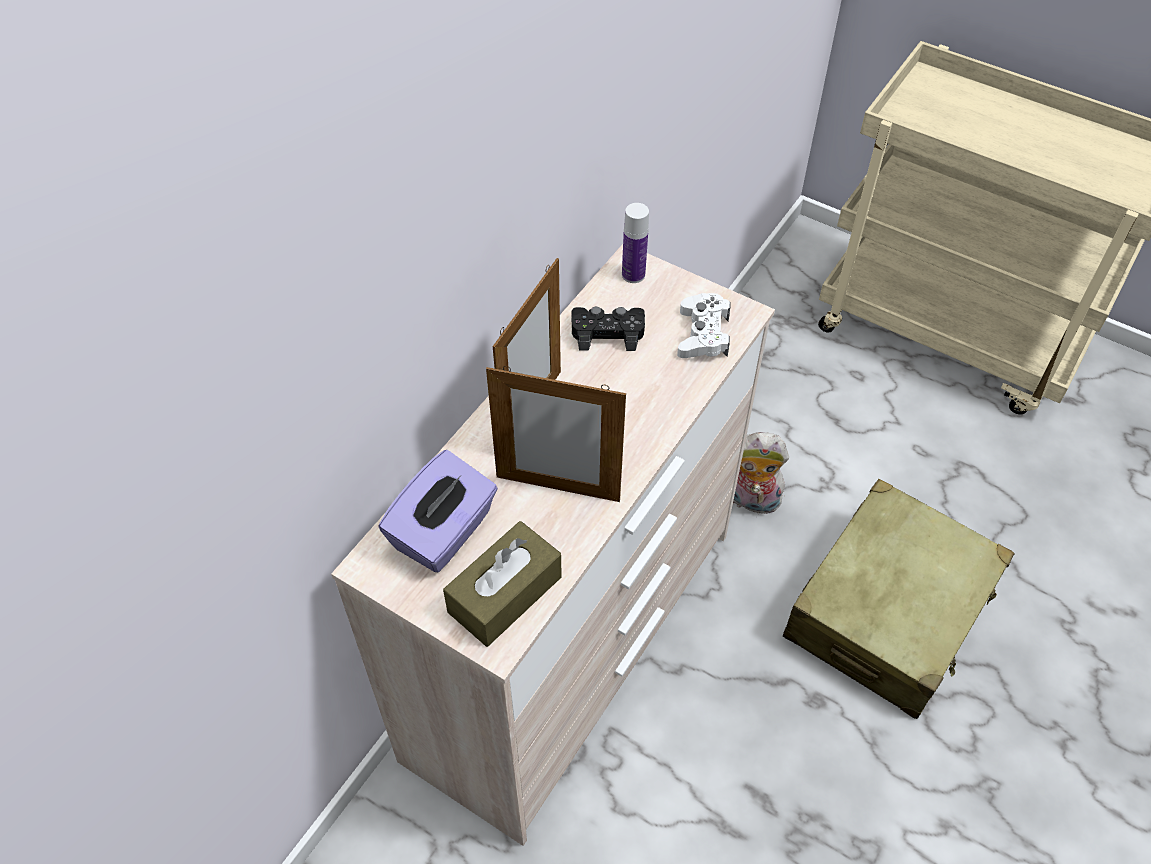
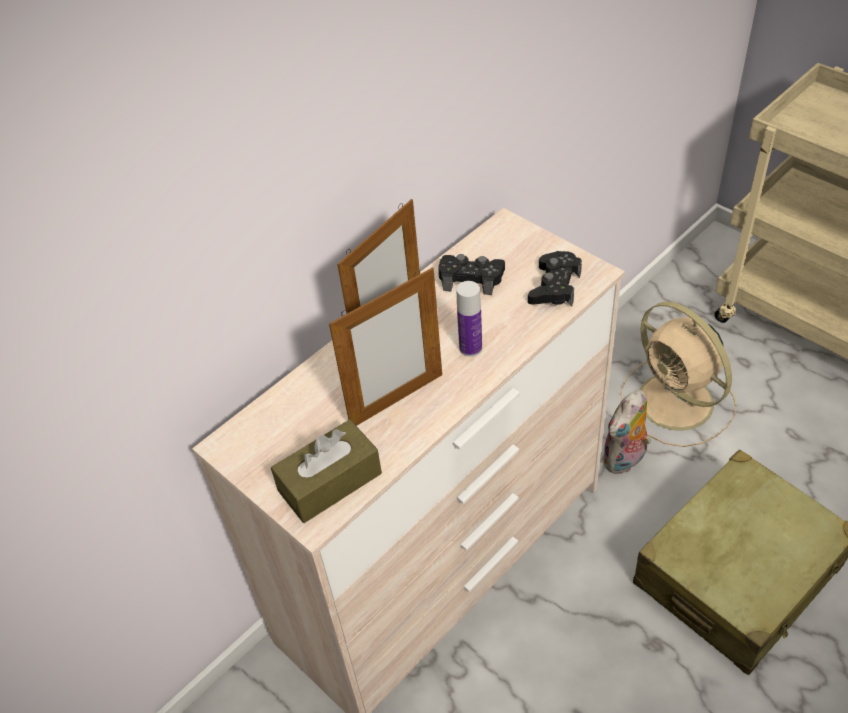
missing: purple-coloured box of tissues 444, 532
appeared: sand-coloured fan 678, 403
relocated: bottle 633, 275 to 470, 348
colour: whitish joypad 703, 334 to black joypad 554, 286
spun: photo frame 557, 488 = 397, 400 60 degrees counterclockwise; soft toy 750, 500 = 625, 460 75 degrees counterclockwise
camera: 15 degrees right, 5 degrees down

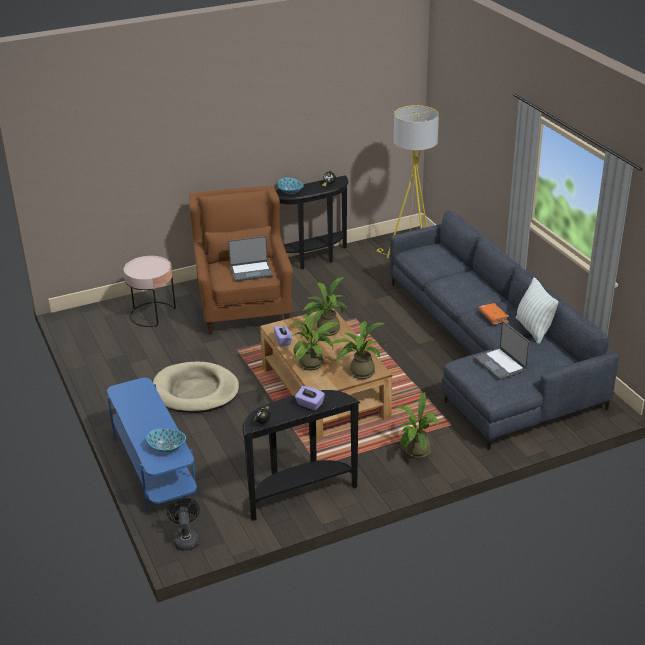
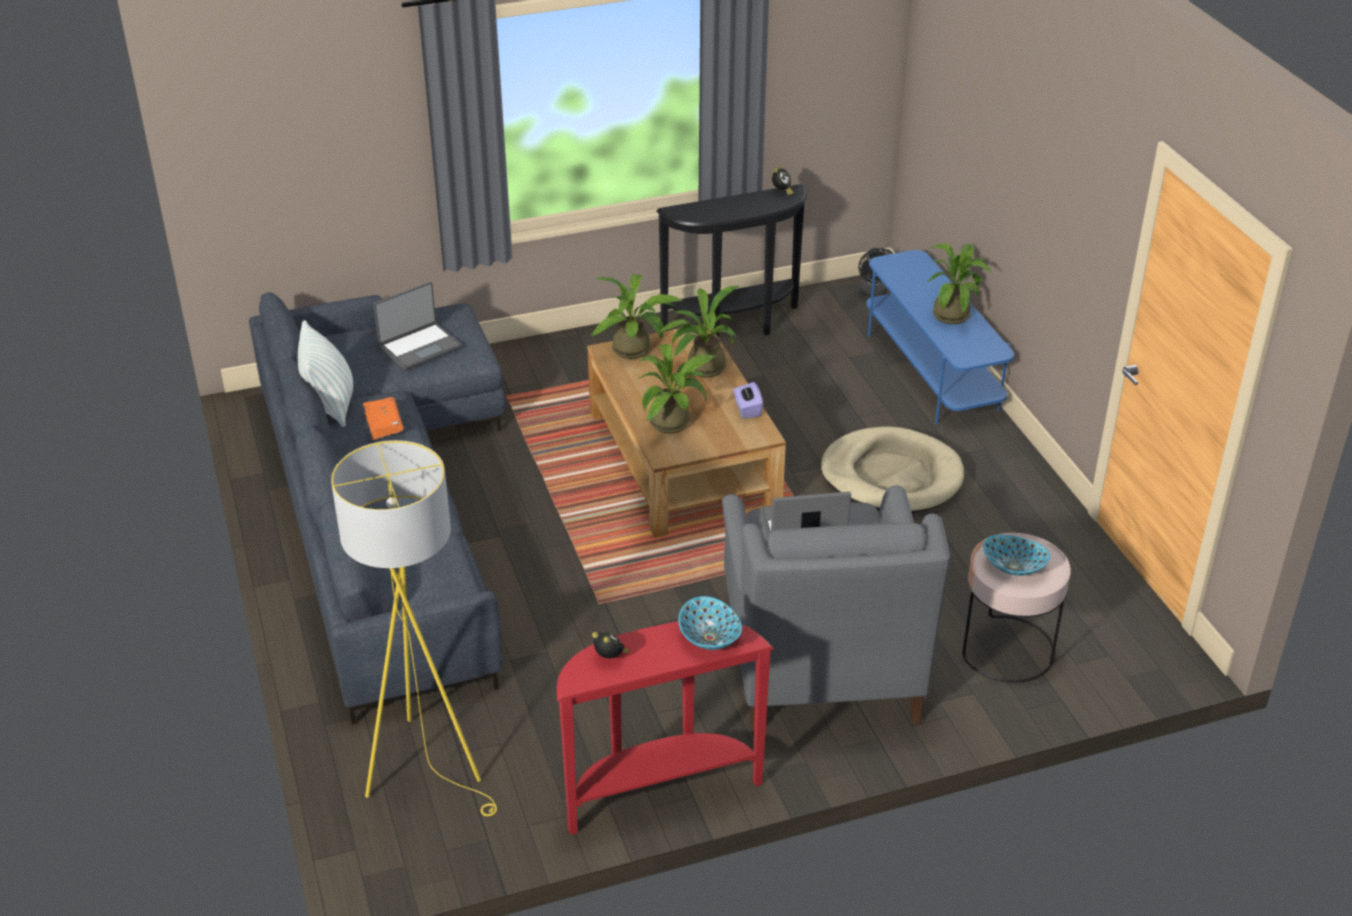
missing: purple-coloured box of tissues 309, 404
relocated: houseplant 416, 453 to 953, 313; bowl 167, 447 to 1014, 567
colour: black console table 313, 260 to red console table 658, 790; brownish lounge chair 243, 305 to gray lounge chair 821, 656
spun: notebook computer 501, 364 = 419, 347 75 degrees clockwise
camera: 175 degrees left, 5 degrees up

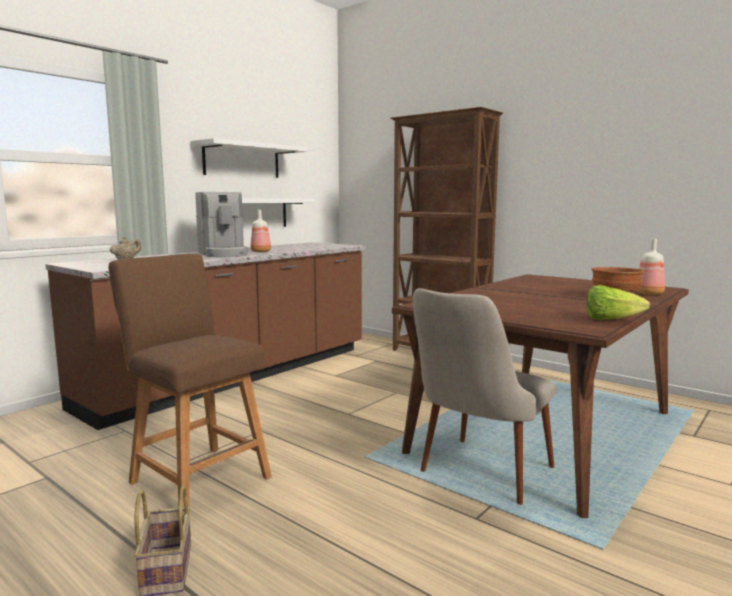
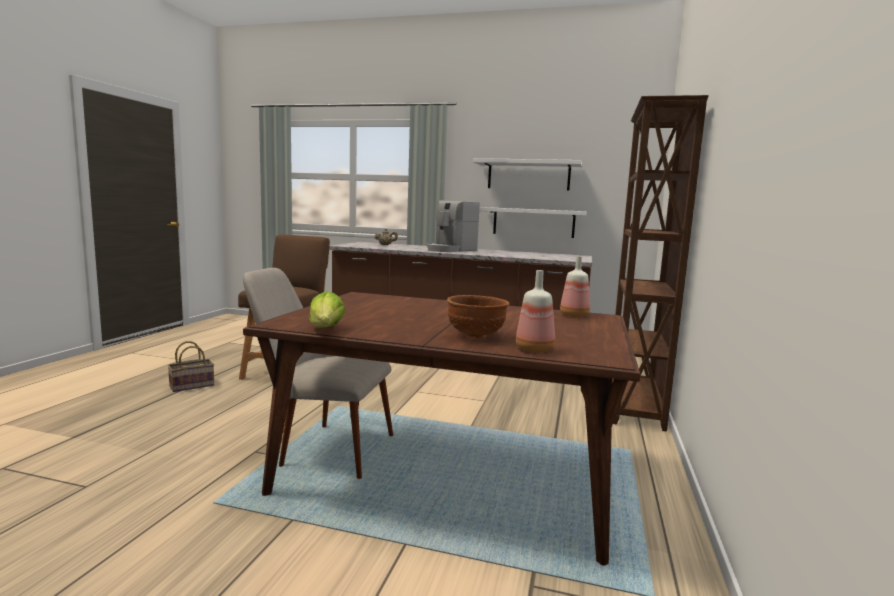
relocated: bottle 261, 251 to 575, 315
camera: 65 degrees right, 0 degrees up

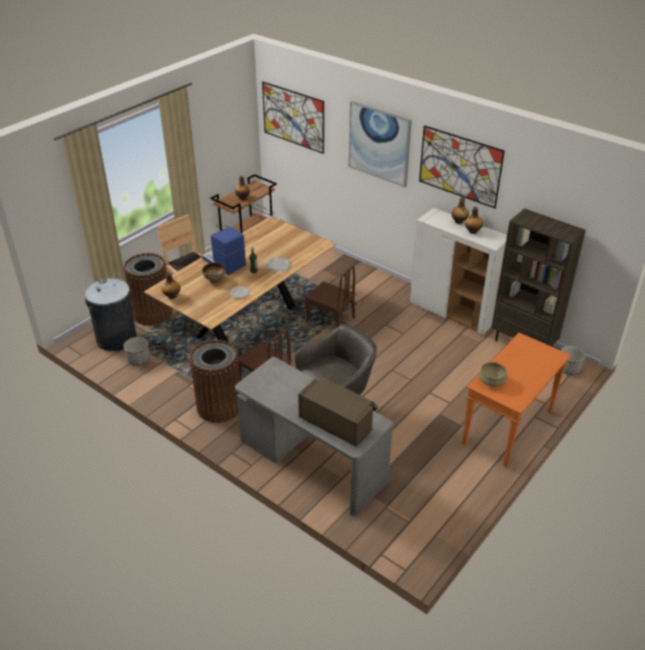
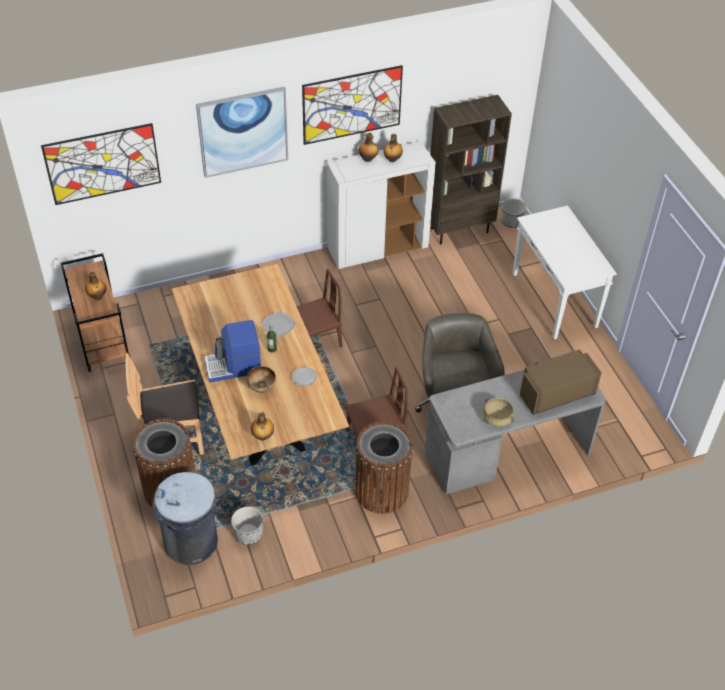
relocated: sand-coloured stockpot 492, 381 to 497, 418
colour: orange console table 507, 428 to whitish console table 555, 301
camera: 60 degrees left, 10 degrees up

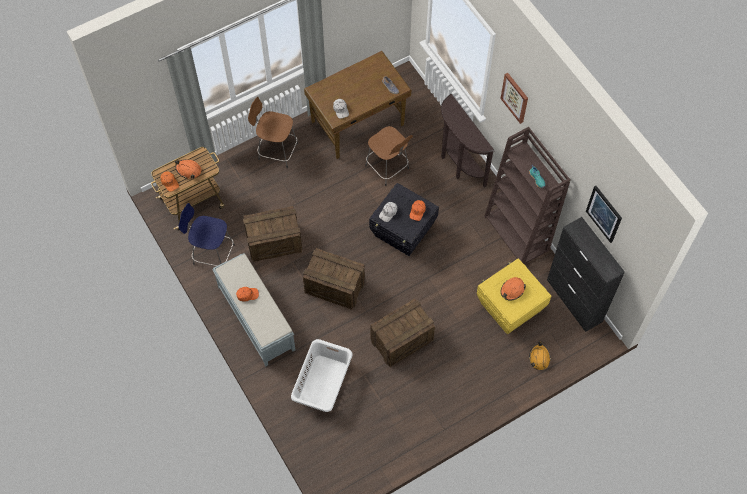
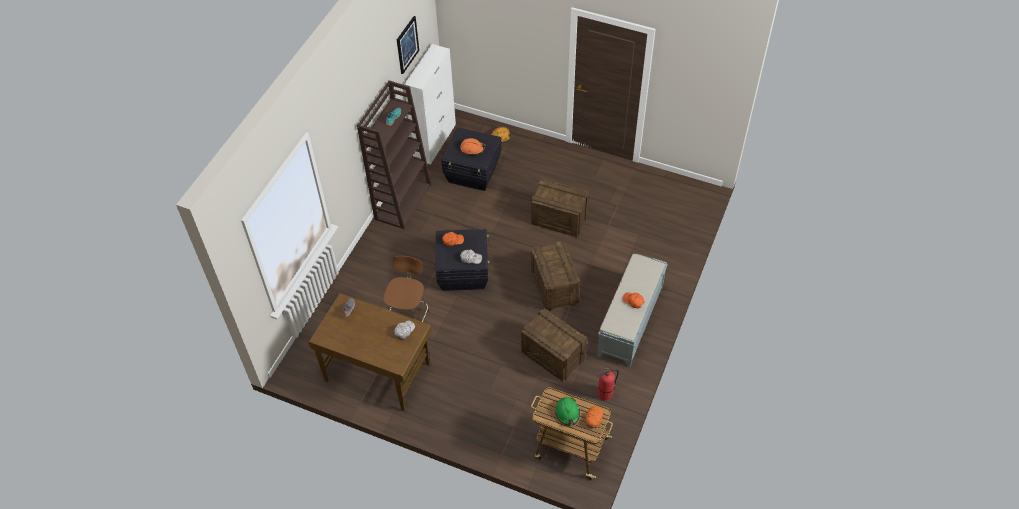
missing: brownish sitting stool 276, 151; whitish laundry basket 322, 383; brownish console table 458, 164; wall picture 515, 97
exchanged: bluish sitting stool 212, 254 to fire-fighting cylinder 605, 394
colour: black cabinet 574, 301 to whitish cabinet 435, 141; yellow-coloured storage box 509, 307 to black storage box 473, 173; orange hard hat 188, 170 to green hard hat 567, 413
camera: 125 degrees left, 10 degrees down

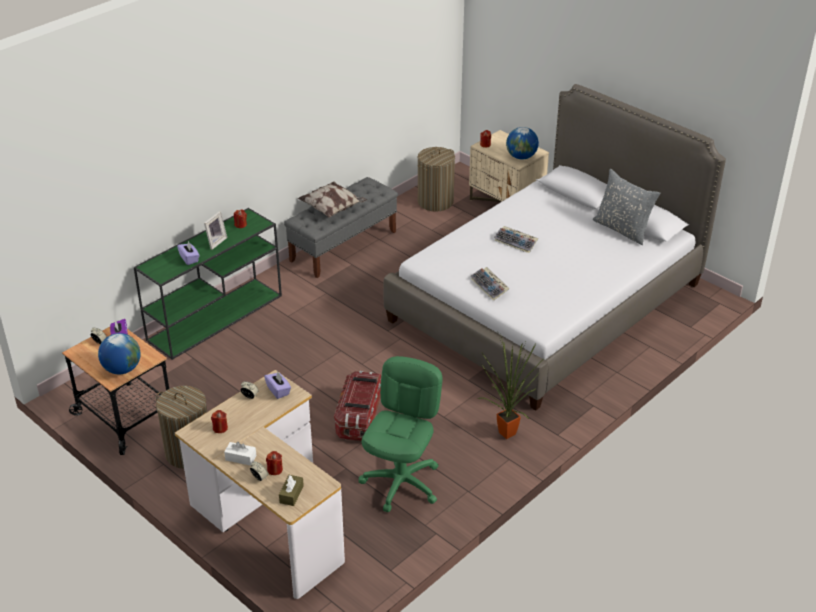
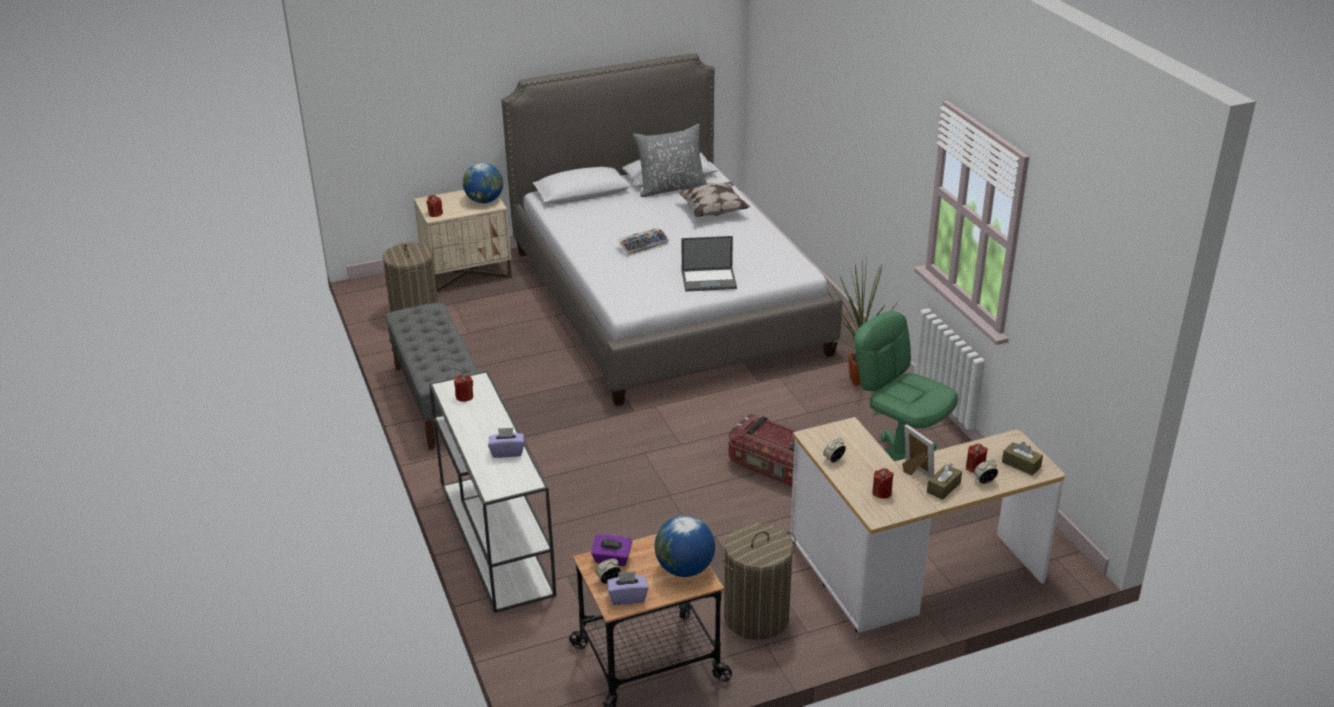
relocated: purple-coloured box of tissues 278, 391 to 627, 597; pillow 333, 209 to 713, 211; photo frame 215, 242 to 914, 472
exchanged: keyboard 490, 287 to notebook computer 709, 279
colour: green console table 216, 317 to whitish console table 495, 537; whitish box of tissues 240, 458 to brownish box of tissues 943, 487
camera: 65 degrees left, 5 degrees down

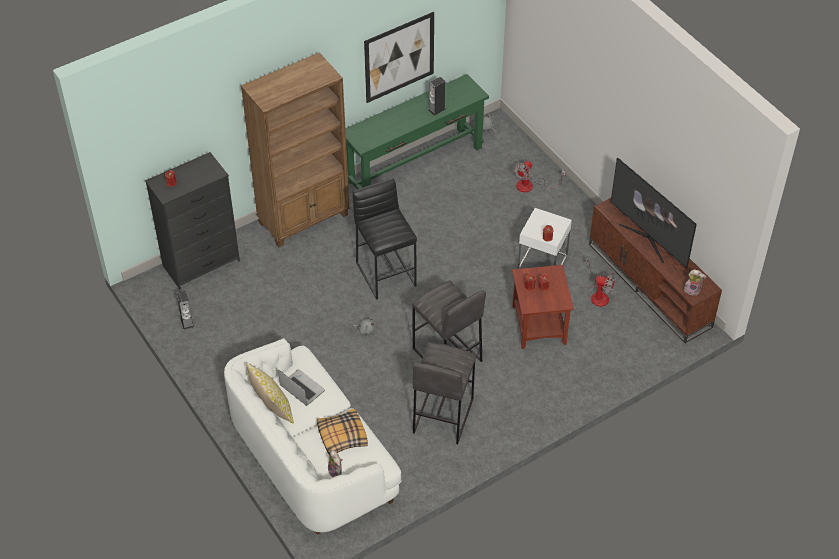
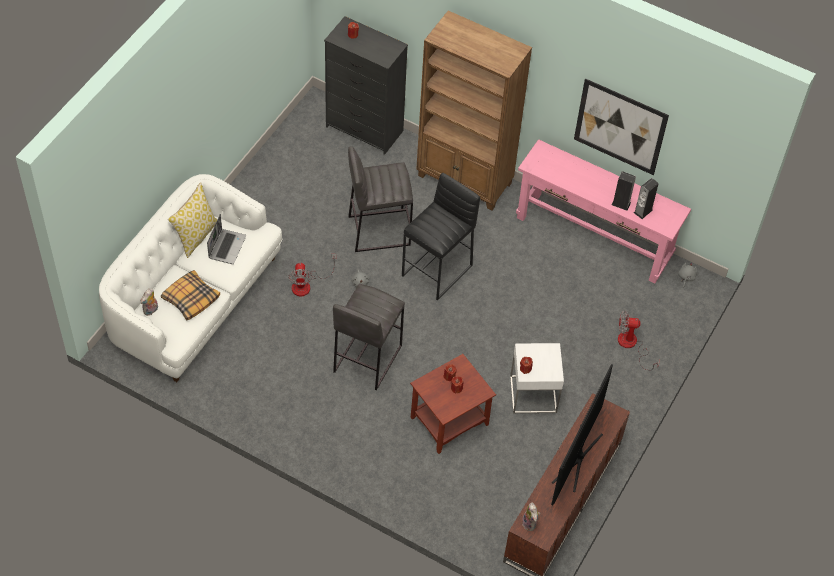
relocated: fan 597, 294 to 306, 284; gray sitting stool 442, 416 to 378, 230; audio speaker 187, 322 to 643, 211
colour: green console table 415, 164 to pinkish console table 593, 237
camera: 60 degrees right, 5 degrees up

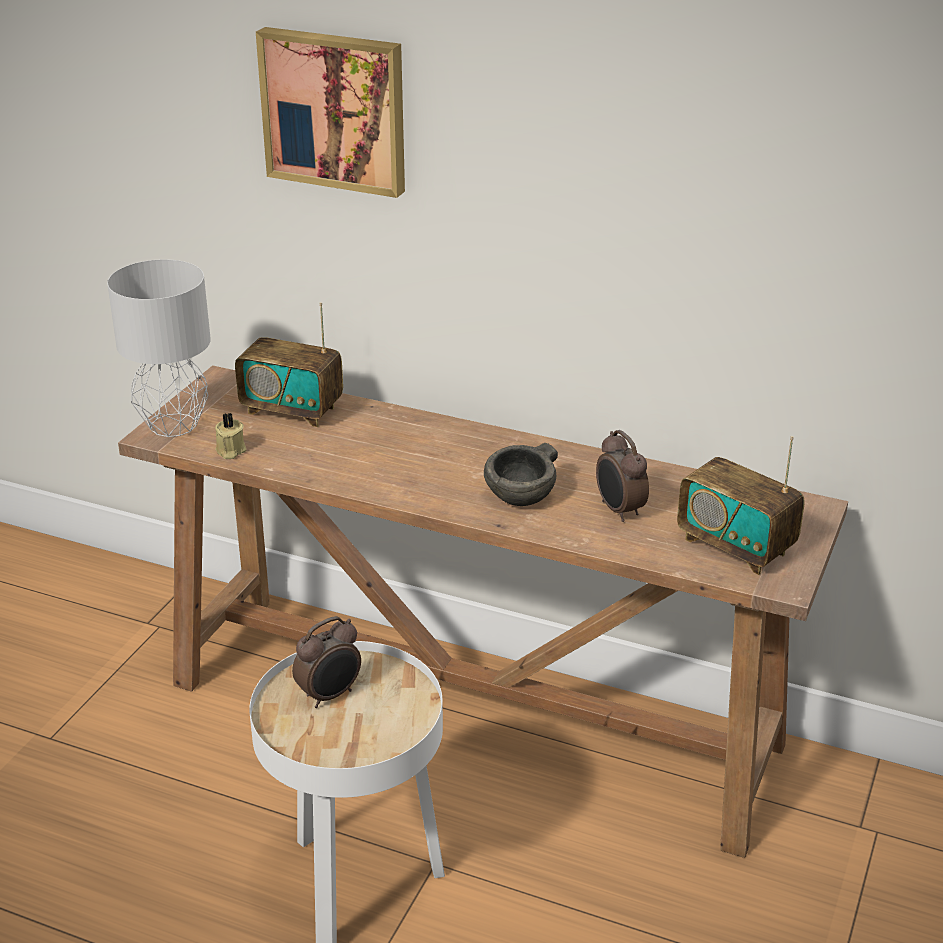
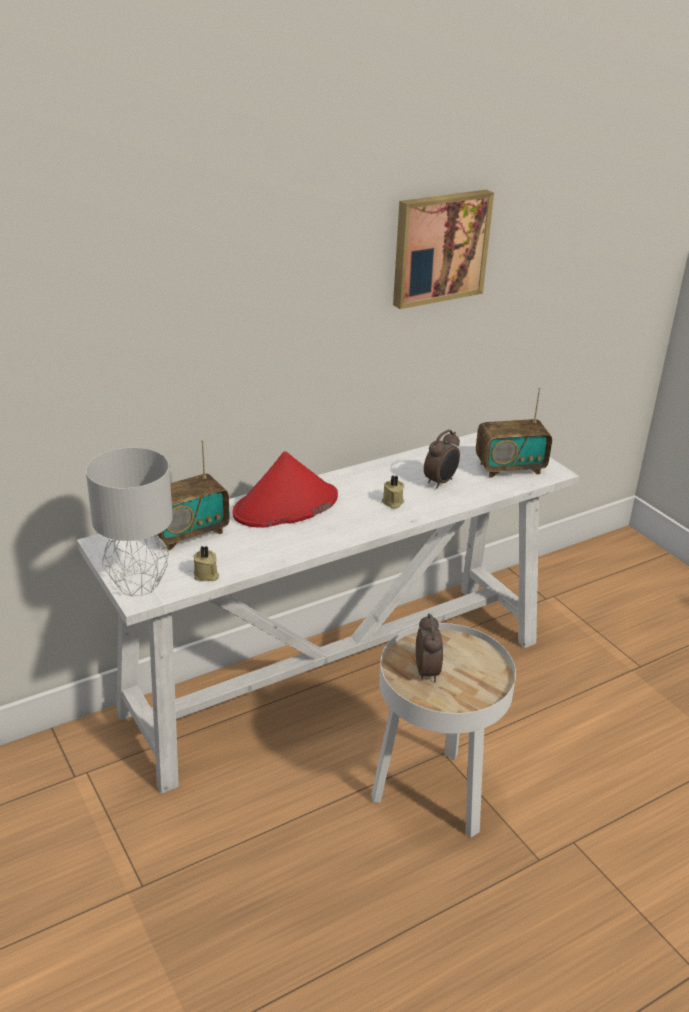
appeared: red clothing hat 285, 506
relocated: wall picture 335, 110 to 439, 247
exchanged: gray bowl 521, 497 to sand-coloured wax light 392, 502
colour: brownish console table 475, 715 to whitish console table 340, 676
spun: bedside clock 619, 510 = 441, 482 60 degrees counterclockwise
camera: 55 degrees left, 0 degrees up

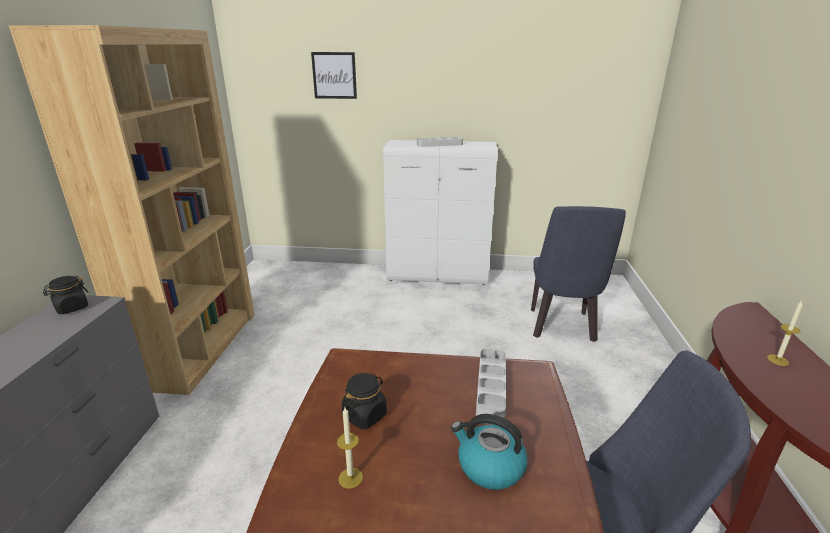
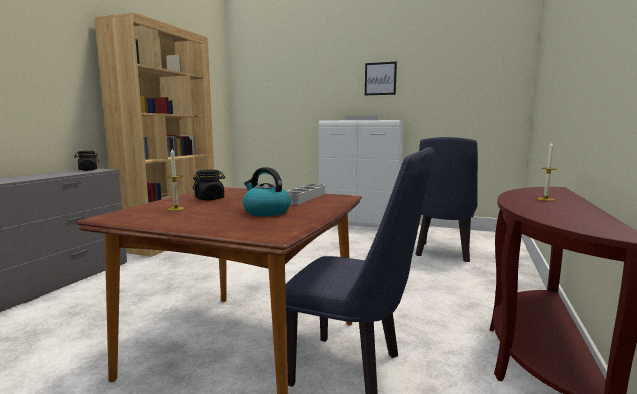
relocated: wall picture 334, 75 to 380, 78
camera: 15 degrees right, 15 degrees down

